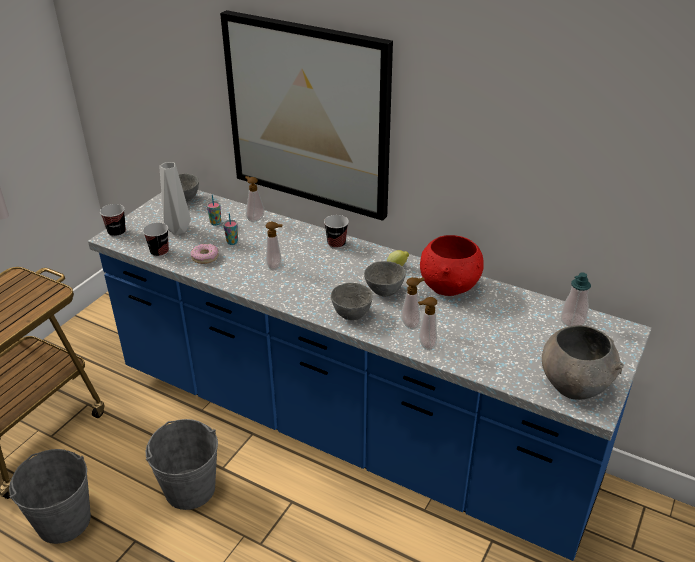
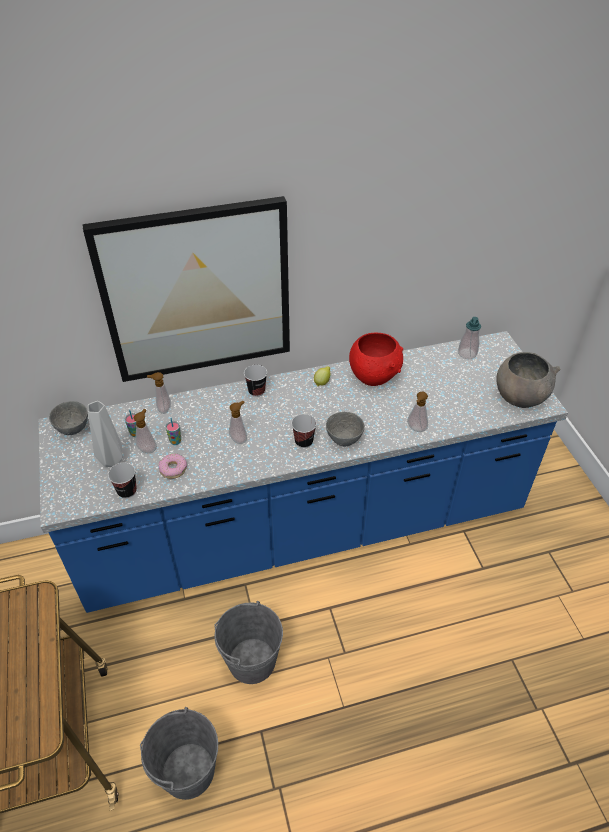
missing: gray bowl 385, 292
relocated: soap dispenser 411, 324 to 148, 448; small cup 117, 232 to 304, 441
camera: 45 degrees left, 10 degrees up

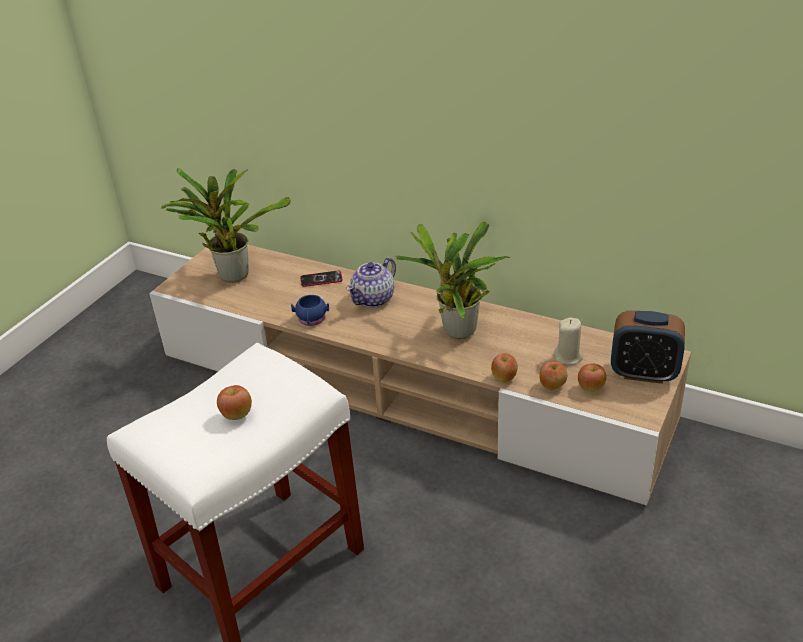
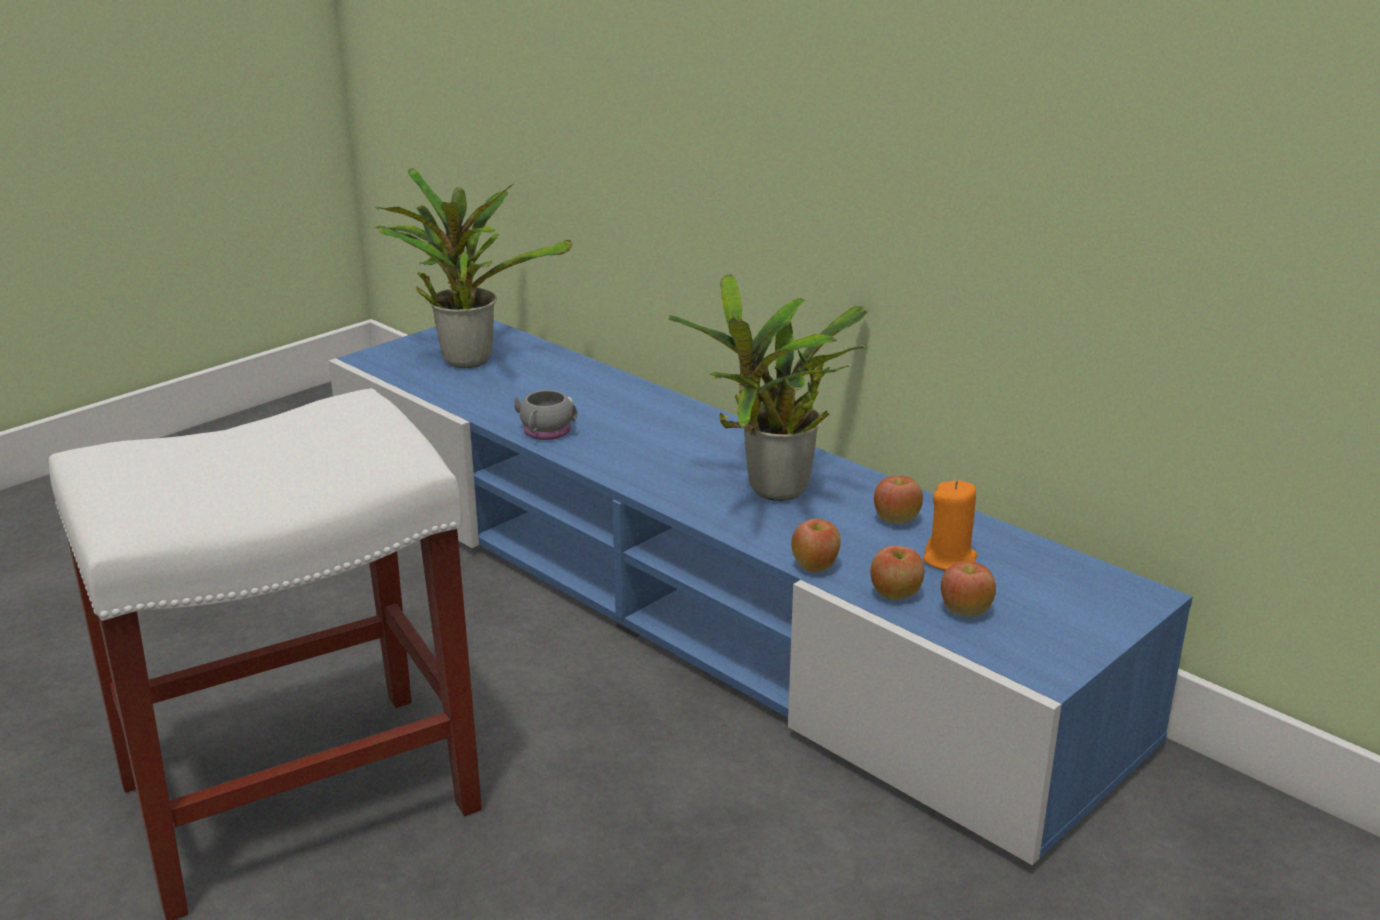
missing: telephone 321, 279; teapot 374, 299; bedside clock 643, 373
relocated: apple fruit 237, 415 to 896, 520
colour: sand-coloured tv stand 407, 389 to bluish tv stand 691, 596; bluish mug 311, 320 to gray mug 545, 433; sand-coloured wax light 568, 357 to orange wax light 950, 560
camera: 15 degrees right, 10 degrees down

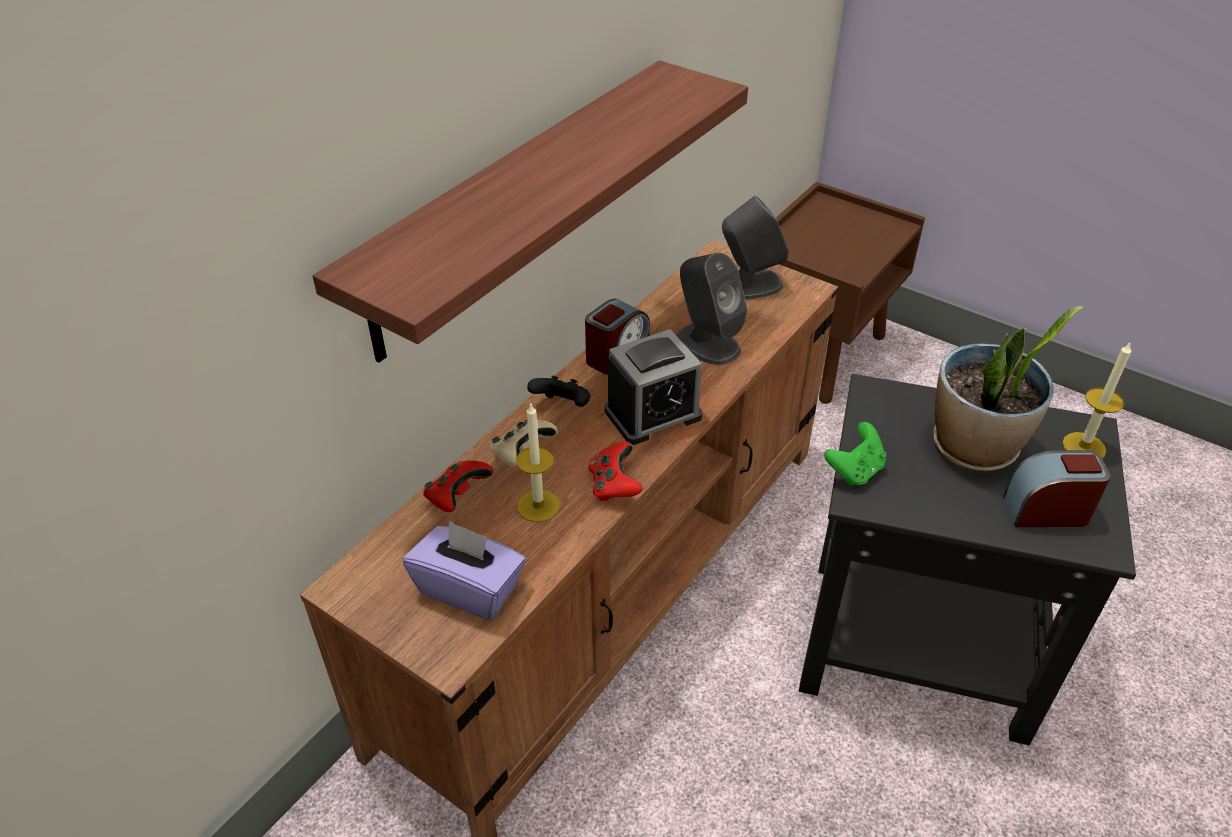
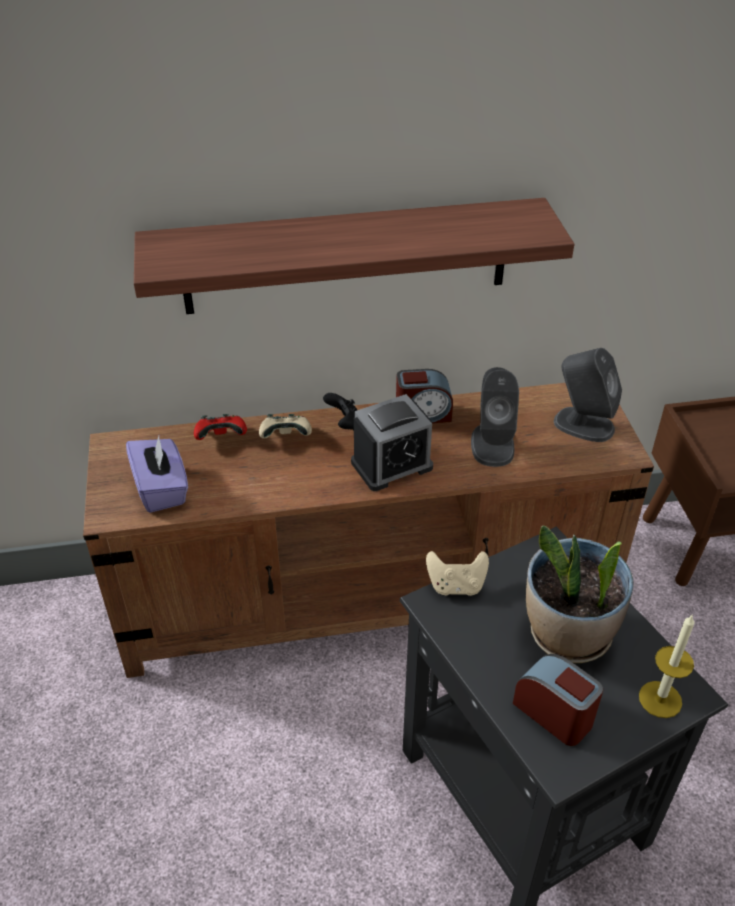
missing: wax light 538, 506; red joypad 614, 485
colour: green joypad 855, 471 to sand-coloured joypad 456, 585
spun: bedside clock 653, 414 = 392, 465 45 degrees counterclockwise
camera: 45 degrees right, 0 degrees up

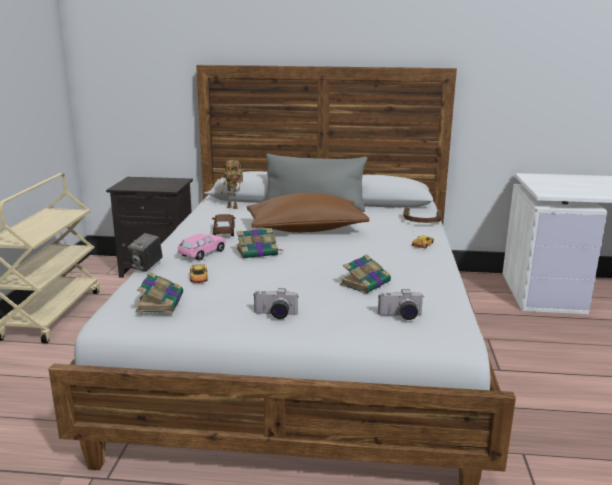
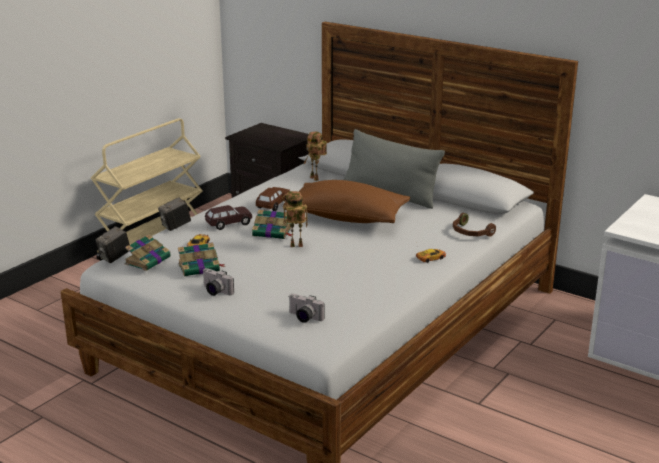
appeared: still camera 114, 257; model robot 295, 246
relocated: bound book 366, 283 to 200, 267
colour: pinkish model car 202, 254 to brownish model car 229, 224
camera: 30 degrees right, 5 degrees up

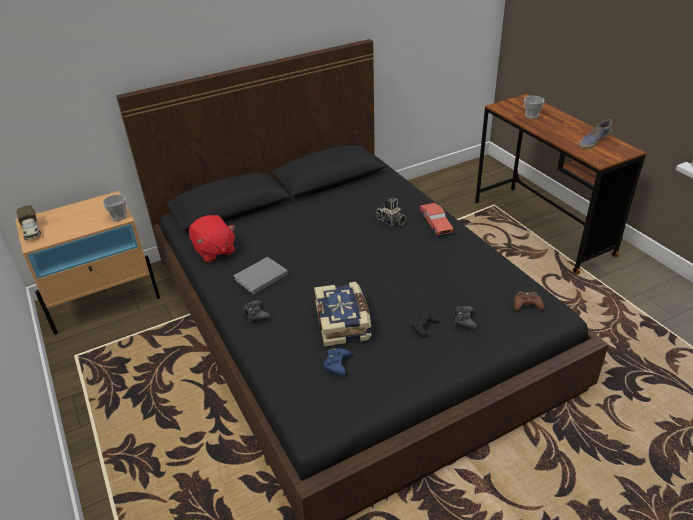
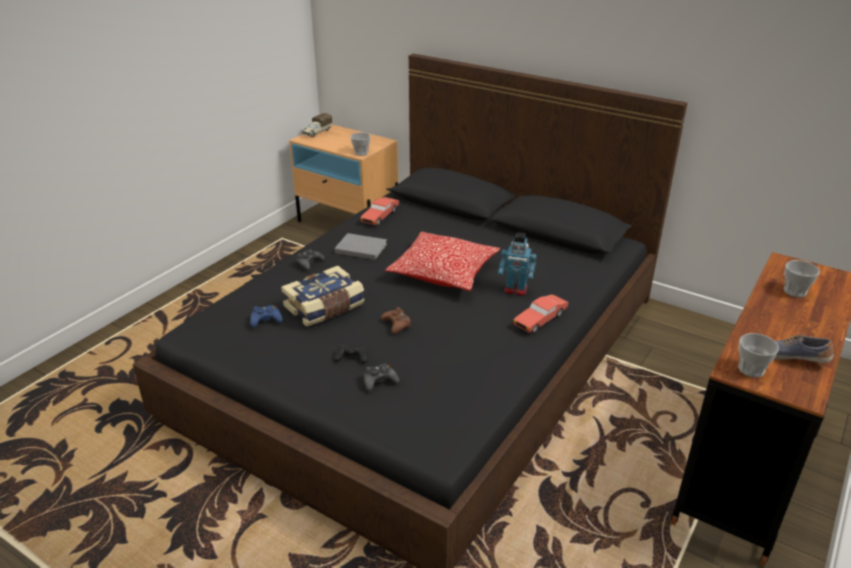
appeared: pillow 443, 273; small cup 751, 369
relocated: brownish joypad 527, 305 to 396, 324
exchanged: red soft toy 214, 251 to red model car 380, 216; still camera 391, 221 to model robot 515, 290
camera: 60 degrees right, 5 degrees down

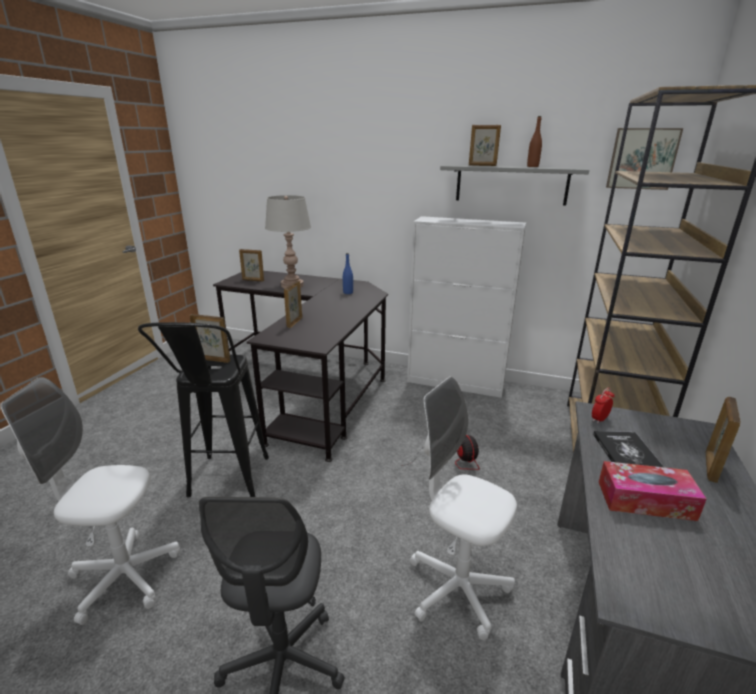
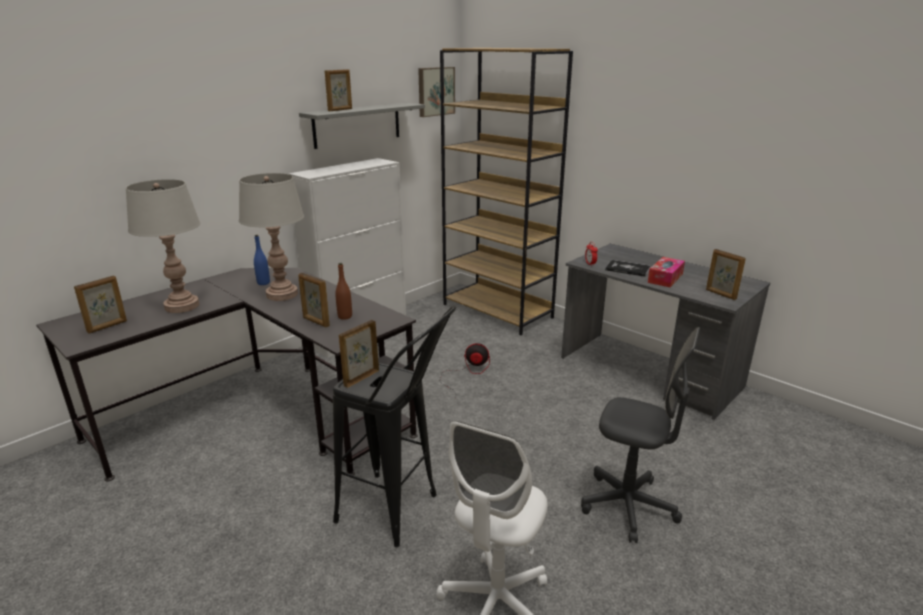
missing: whitish computer chair 457, 589
appeared: gray lamp for a table 282, 294
relocated: brownish bottle 532, 166 to 345, 316; photo frame 710, 467 to 720, 294
camera: 65 degrees left, 0 degrees up

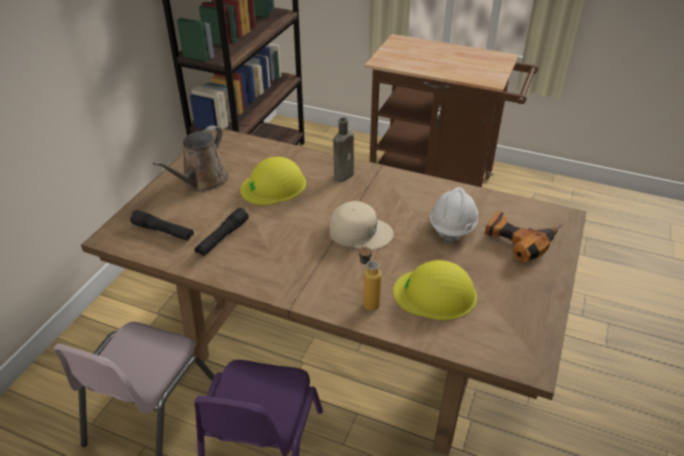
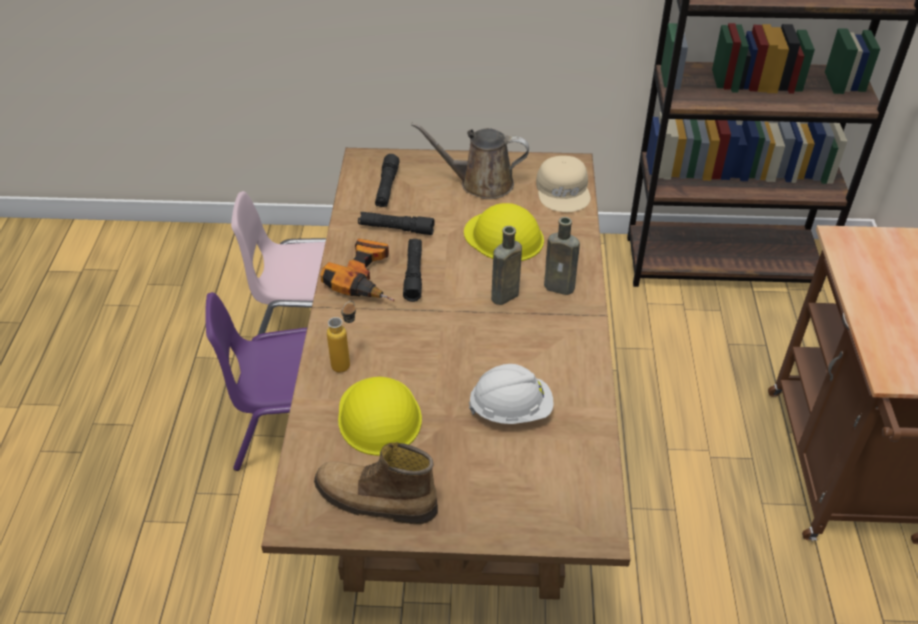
appeared: boot 375, 501; black torch 413, 274; brownish bottle 503, 297
relocated: electric drill 519, 239 to 367, 278; sand-coloured peaked cap 360, 231 to 564, 190
camera: 70 degrees right, 5 degrees up

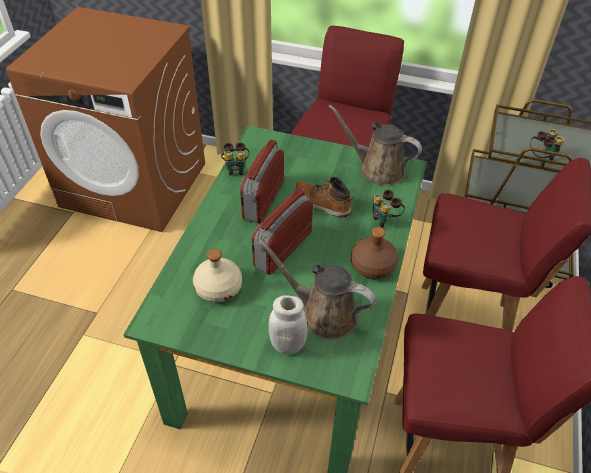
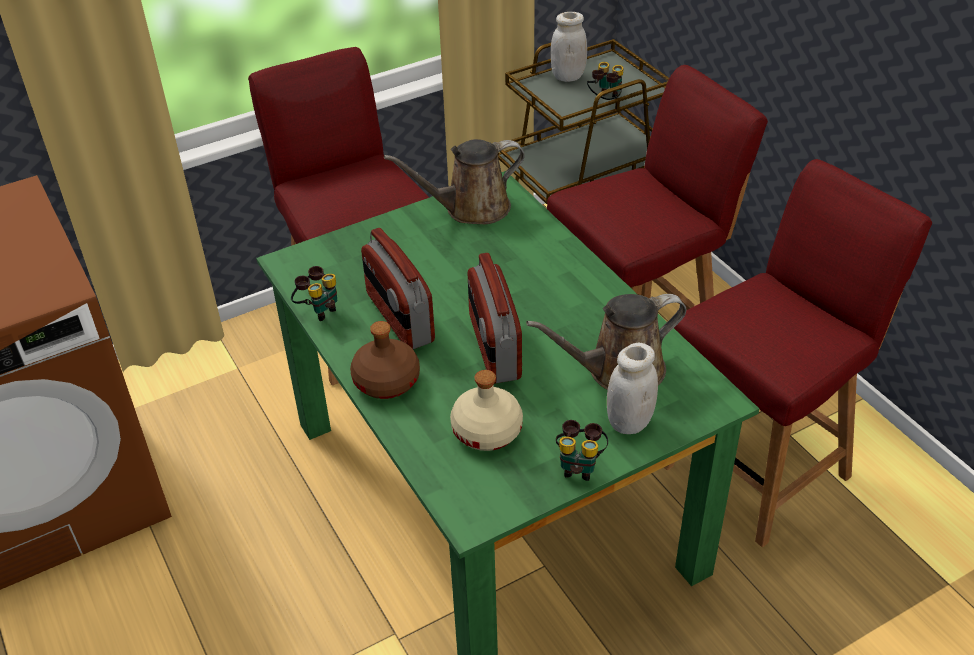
missing: boot 321, 203
appeared: whitish jar 568, 76
relocated: brownish bottle 373, 265 to 387, 381; binoculars 385, 219 to 579, 466
camera: 45 degrees left, 5 degrees down

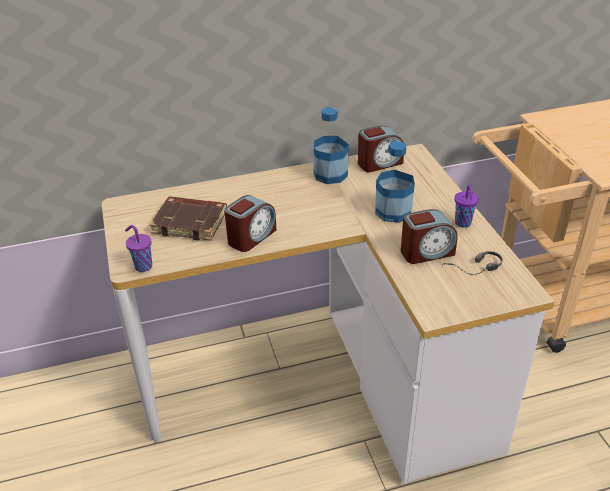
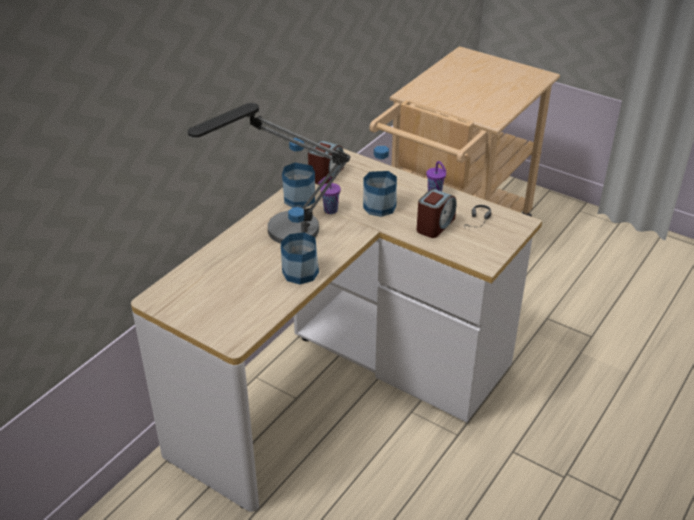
missing: brownish bound book 191, 222
appeared: lamp for a table 279, 235
relocated: purple-coloured small cup 142, 266 to 329, 210
exchanged: bedside clock 251, 237 to bottle 300, 272
camera: 40 degrees left, 0 degrees up

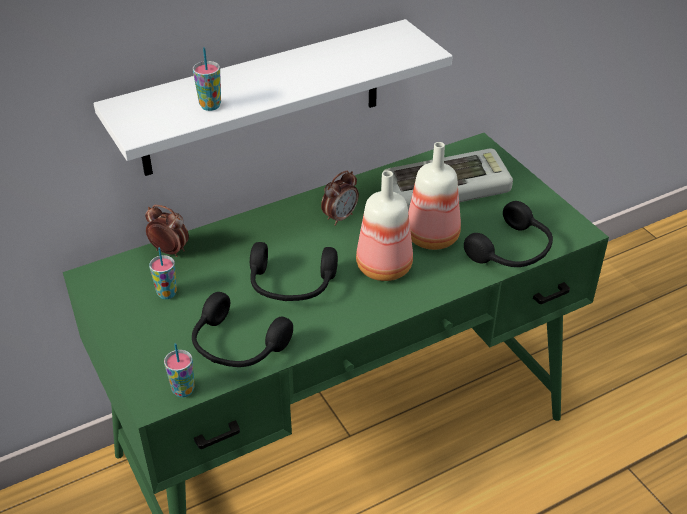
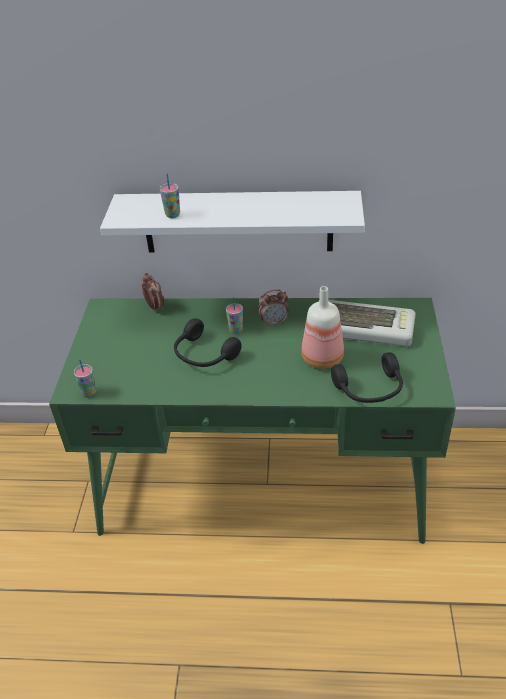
missing: black headphones 236, 346; bottle 385, 268
relocated: small cup 167, 293 to 236, 330
camera: 35 degrees right, 0 degrees up

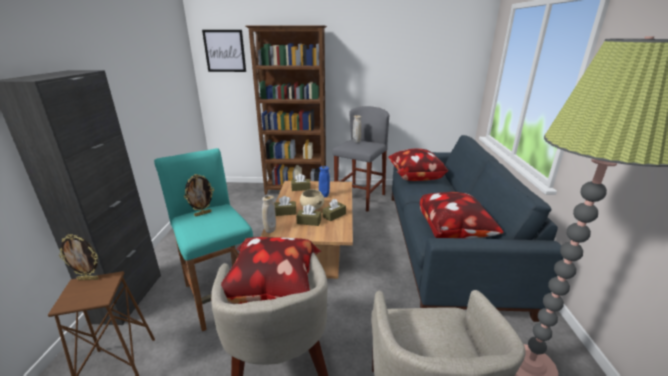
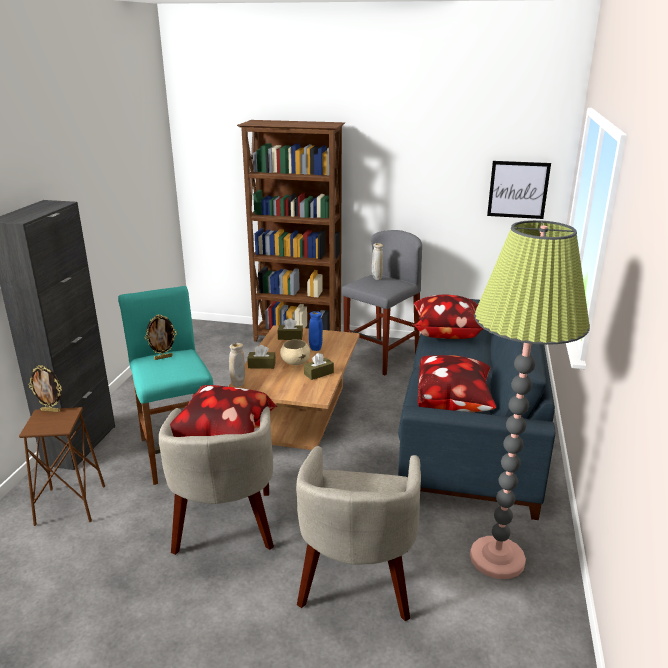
missing: brownish box of tissues 309, 222
relocated: wall picture 224, 51 to 518, 189
camera: 10 degrees right, 0 degrees up

